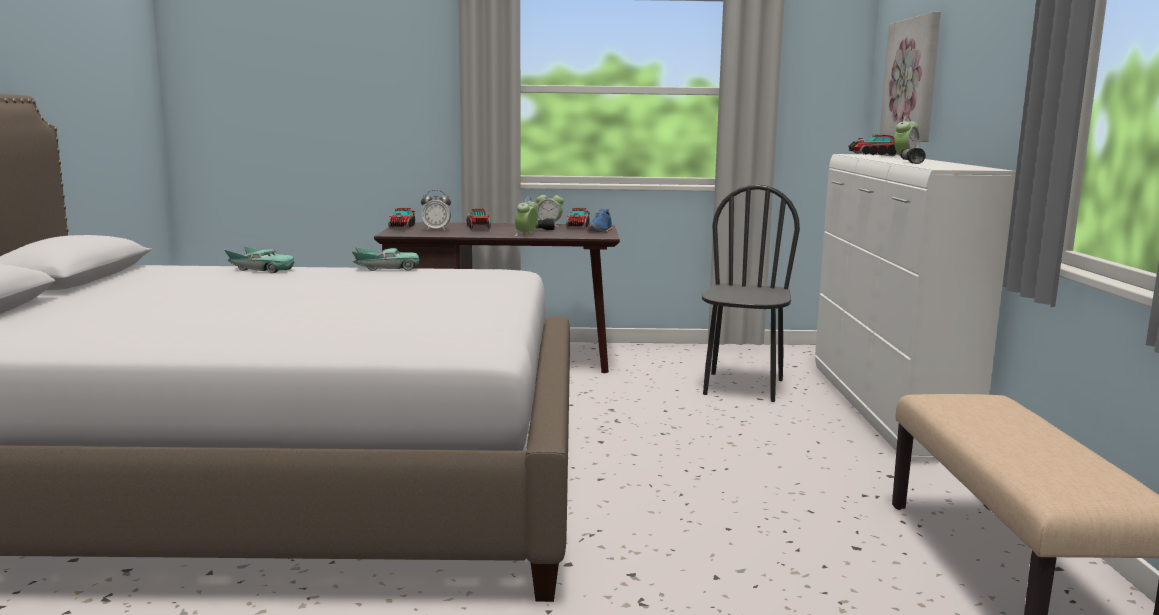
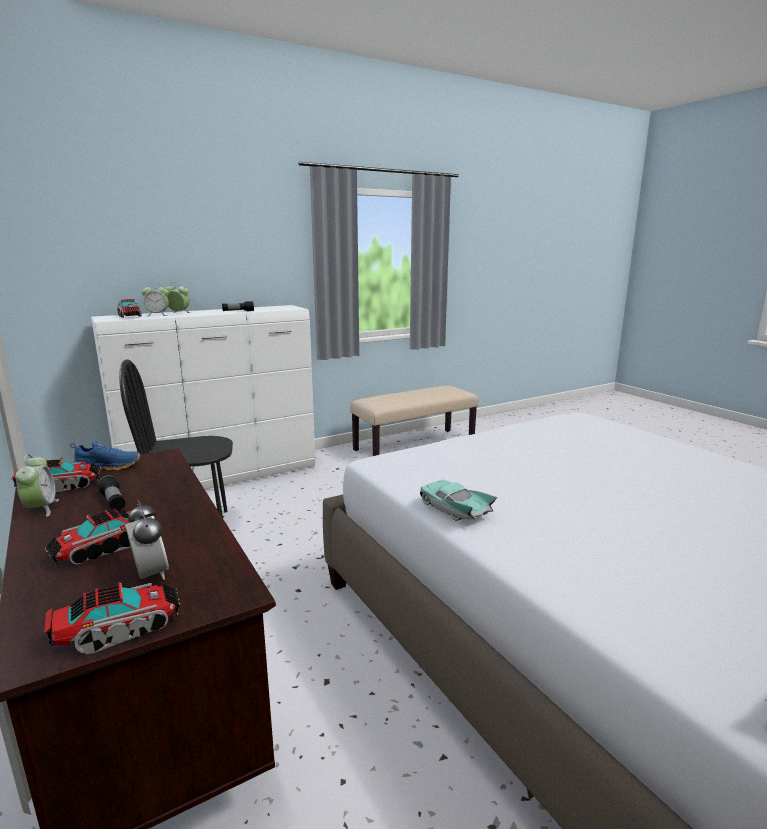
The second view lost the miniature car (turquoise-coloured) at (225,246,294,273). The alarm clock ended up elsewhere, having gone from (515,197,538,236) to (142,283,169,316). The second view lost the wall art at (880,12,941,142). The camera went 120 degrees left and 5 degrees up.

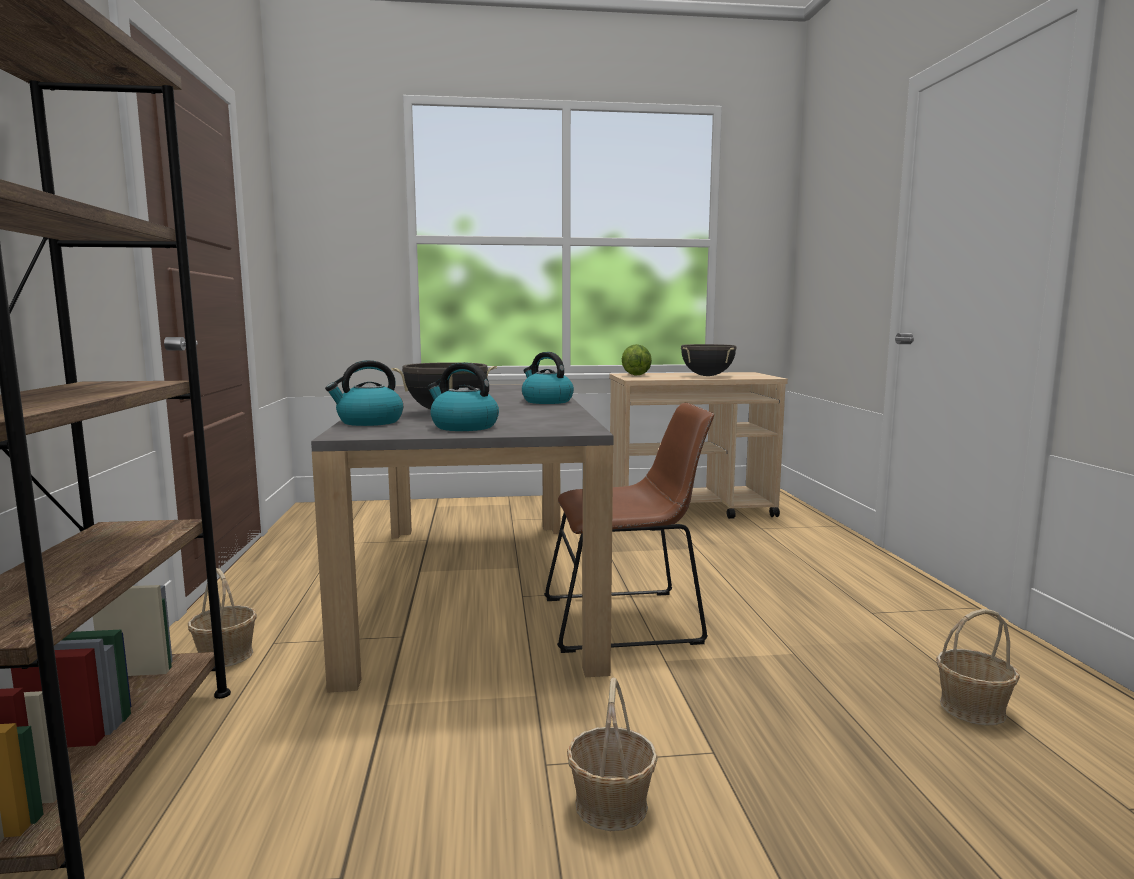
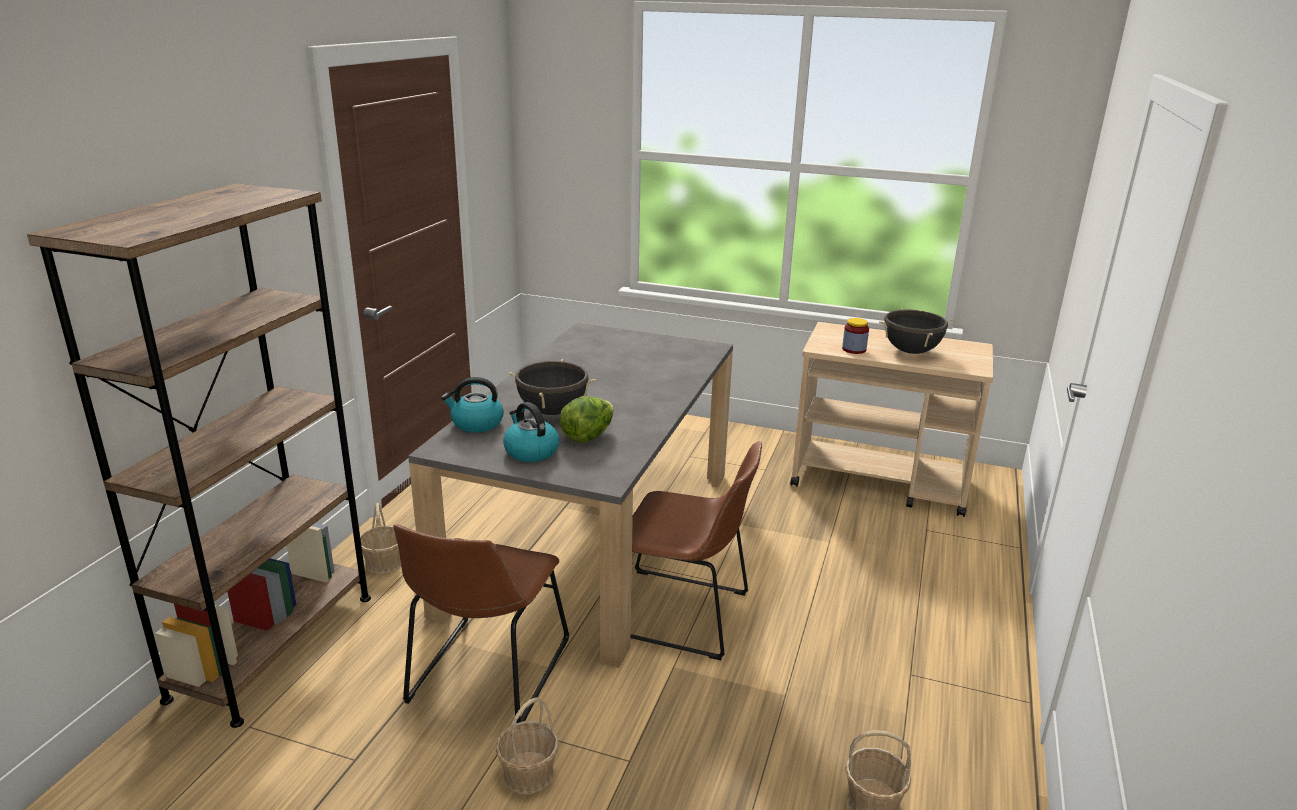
The second view lost the water kettle at (522,352,574,404). The lettuce ended up elsewhere, having gone from (622,344,652,376) to (560,396,614,443). The second view gained the chair (brown) at (393,524,569,723). The second view gained the preserve jar at (842,318,869,354). The camera went 25 degrees right and 15 degrees up.

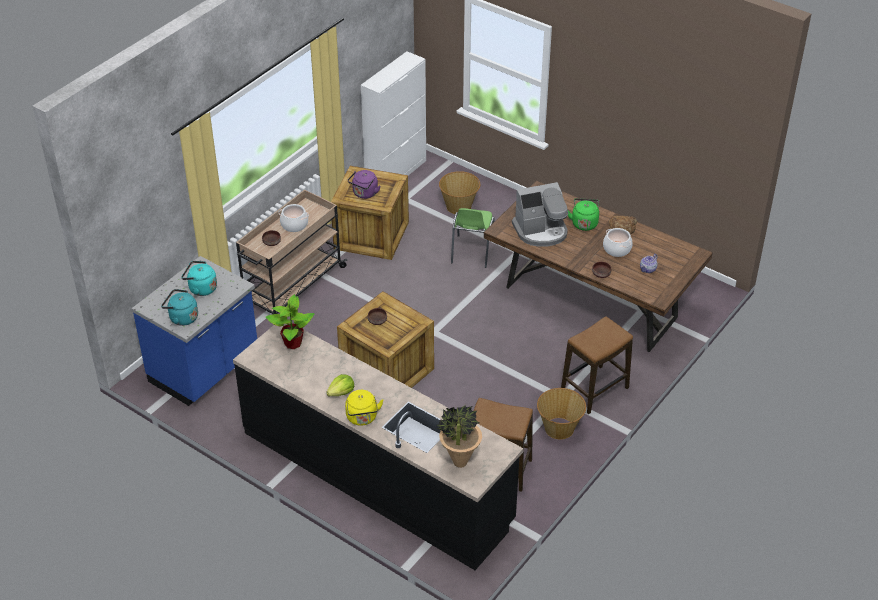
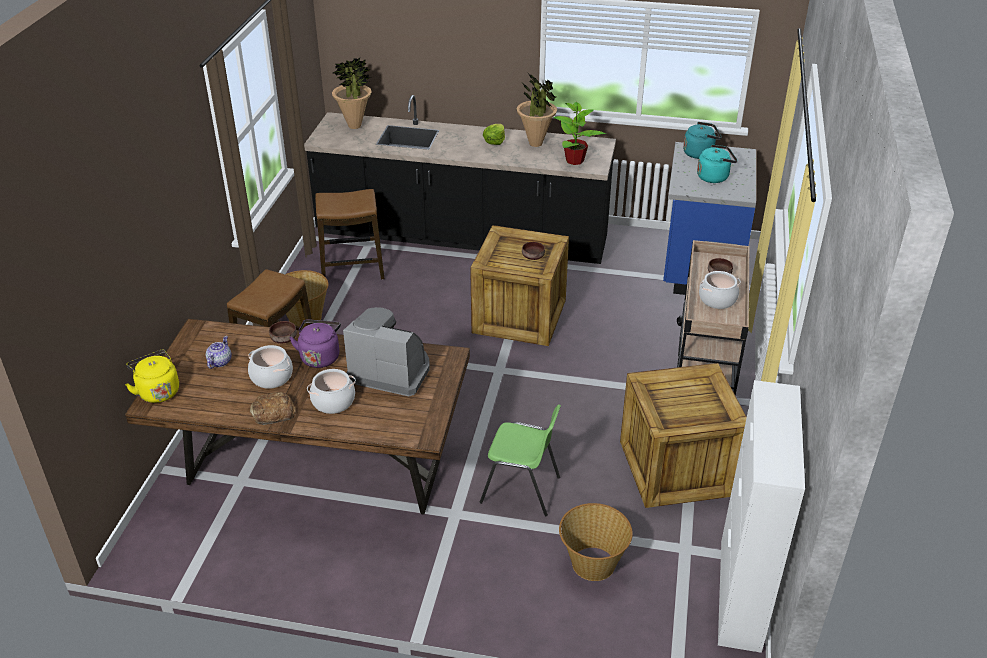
The water kettle (yellow) ended up elsewhere, having gone from (345,390,384,426) to (125,350,179,403). The water kettle (purple) ended up elsewhere, having gone from (348,170,380,199) to (289,319,341,368). The chair (green-coloured) at (451,208,495,268) ended up facing another way, 120 degrees clockwise from before. The coffee machine at (512,182,568,247) ended up facing another way, 60 degrees clockwise from before. Where the water kettle (green-coloured) stood at (568,198,599,231), the cooking pot came to stand at (307,369,356,414). The second view gained the plant in a pot at (516,73,557,147). The camera went 155 degrees right and 5 degrees down.

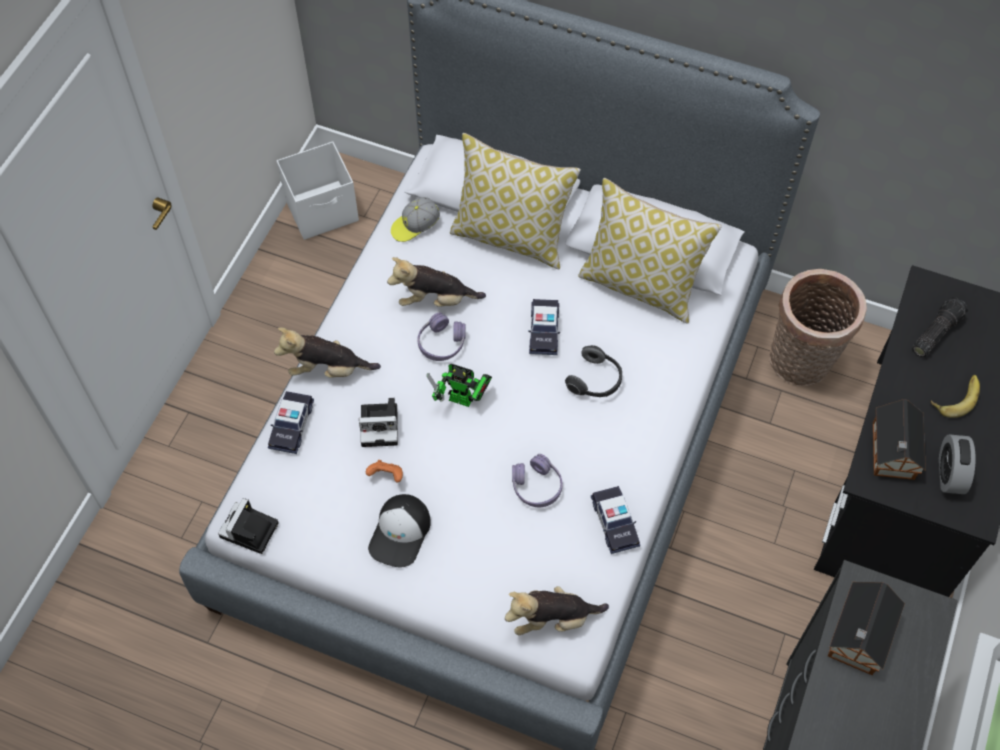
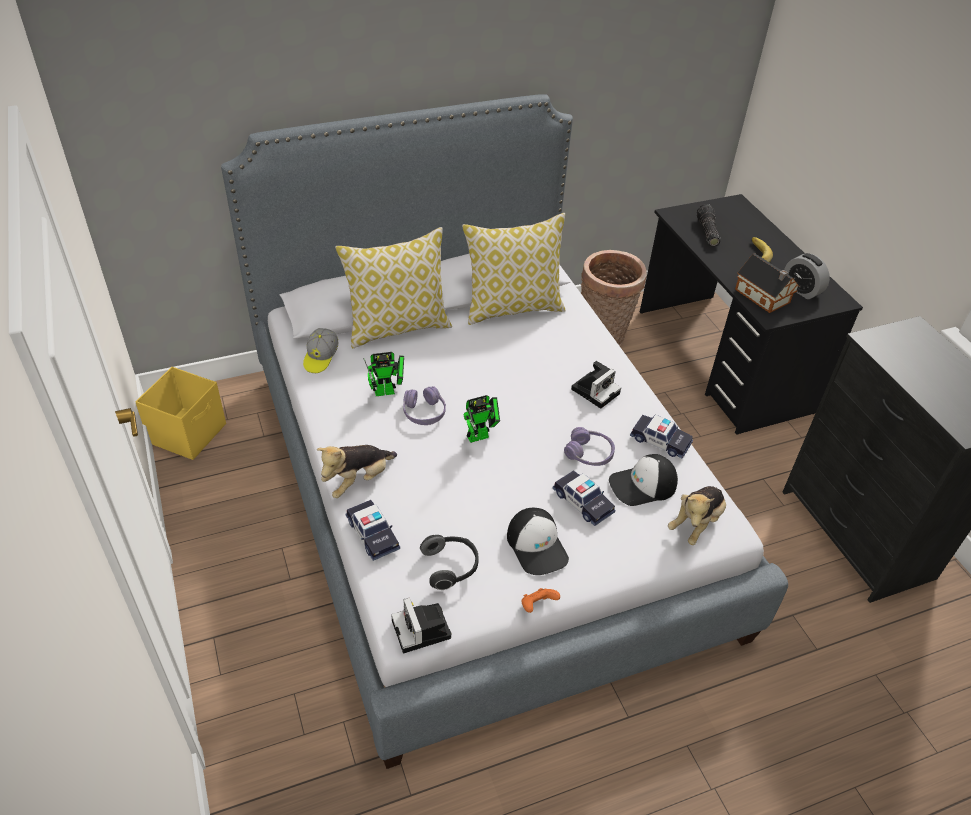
What was the storage bin (white) at (277,141,359,240) turned into the storage bin (yellow) at (135,367,226,460). The photo camera ended up elsewhere, having gone from (359,398,398,447) to (571,361,621,409). The gamepad (orange) ended up elsewhere, having gone from (366,460,403,483) to (521,588,560,613). Where the cuddly toy stood at (387,257,486,307), the toy robot came to stand at (363,352,404,396). The miniature car ended up elsewhere, having gone from (528,299,560,355) to (552,470,615,526). The headphones ended up elsewhere, having gone from (565,345,622,397) to (420,535,479,590). The second view lost the model house at (828,582,905,675). The second view gained the cap at (609,454,678,506). The camera went 45 degrees left and 15 degrees down.

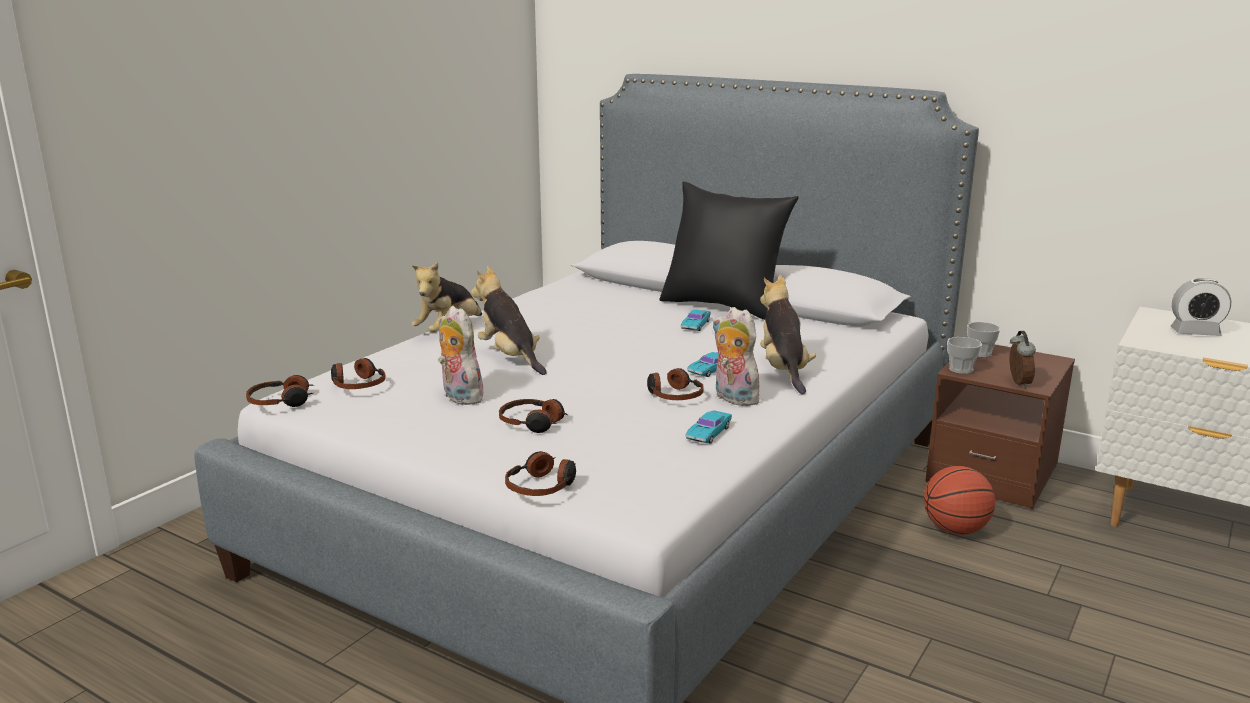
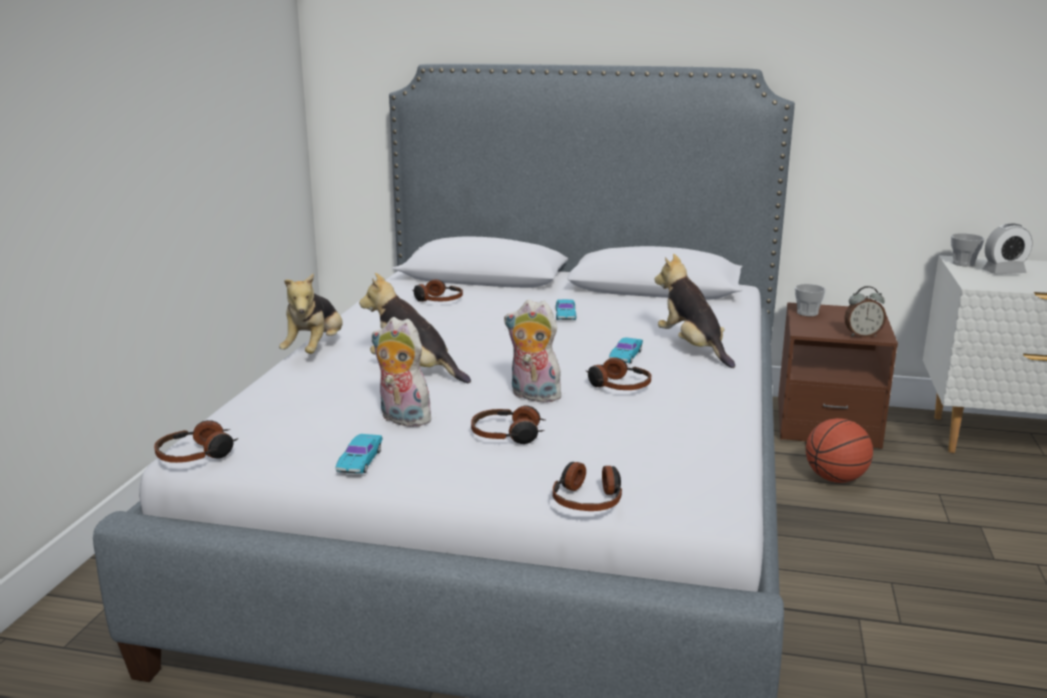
The headphones ended up elsewhere, having gone from (331,358,386,389) to (413,279,463,302). The second view lost the pillow (black) at (659,181,799,320). The miniature car (turquoise-coloured) ended up elsewhere, having gone from (686,410,732,444) to (335,434,382,474). The cuddly toy ended up elsewhere, having gone from (712,307,759,406) to (504,299,562,403). The drinking cup ended up elsewhere, having gone from (947,337,982,374) to (951,233,985,267). The alarm clock at (1010,331,1036,388) ended up facing another way, 105 degrees clockwise from before. The camera went 20 degrees left and 0 degrees up.

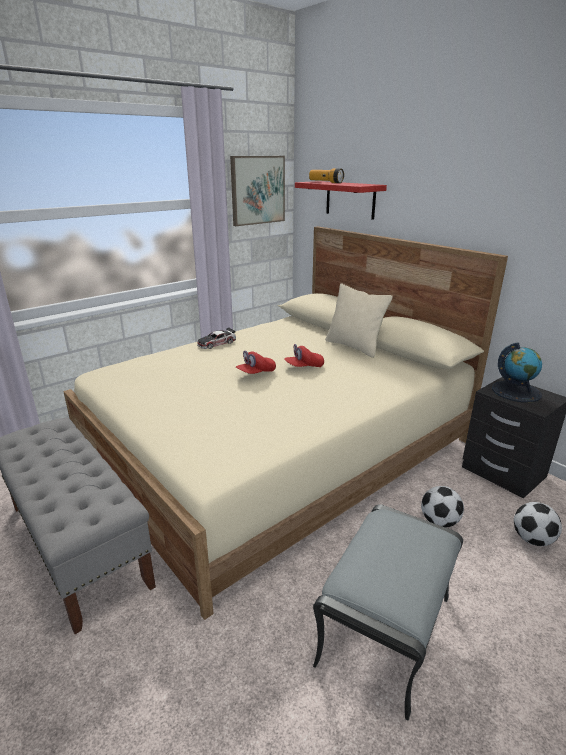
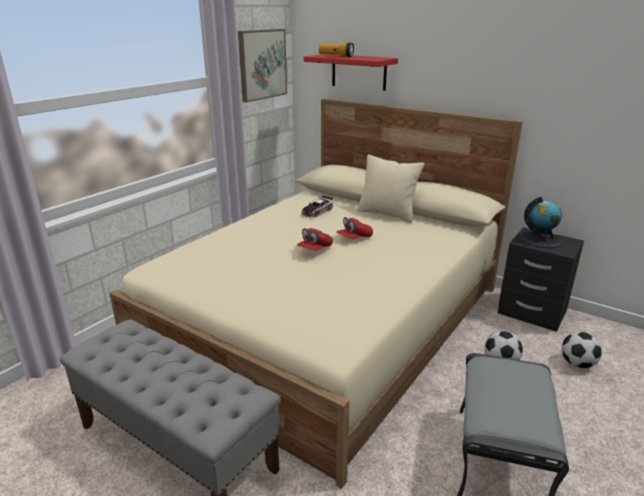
The miniature car ended up elsewhere, having gone from (197,328,236,349) to (302,196,333,218). The camera went 15 degrees left and 0 degrees up.

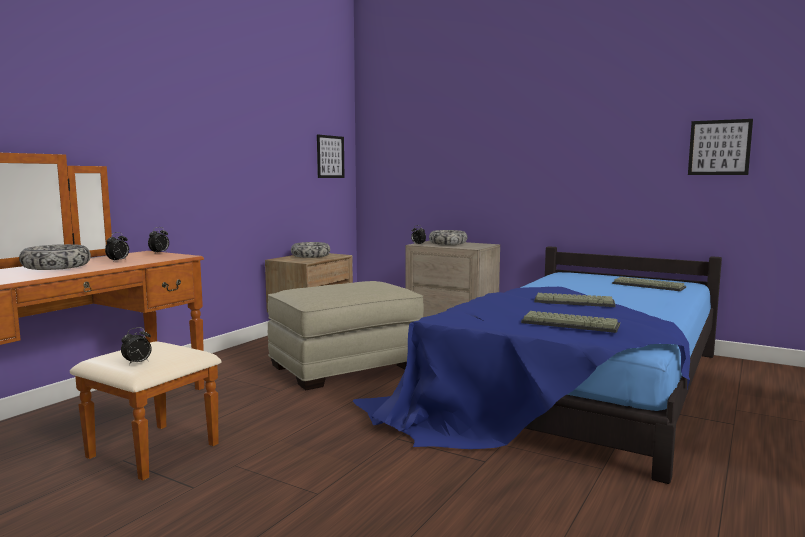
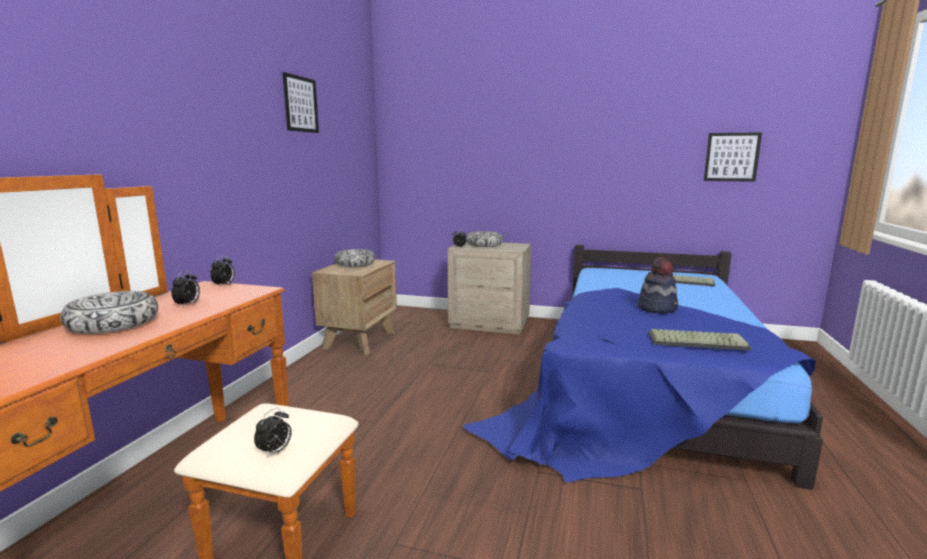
The second view lost the ottoman (beige-coloured) at (268,281,424,390). The wall art ended up elsewhere, having gone from (317,135,345,178) to (282,72,319,133). Where the computer keyboard stood at (534,293,615,307), the wearable hat came to stand at (638,257,678,314). The camera went 15 degrees left and 5 degrees up.

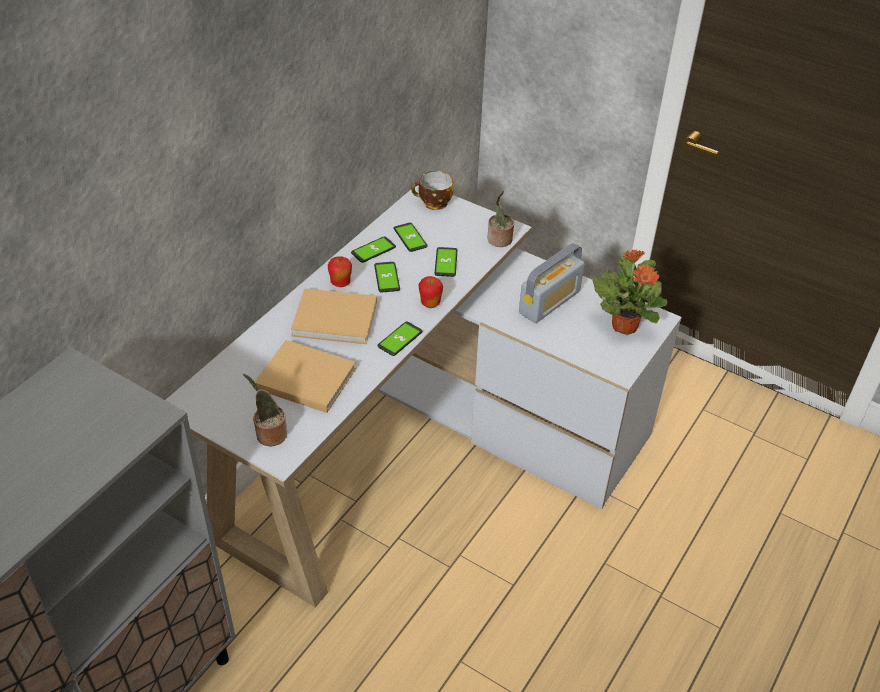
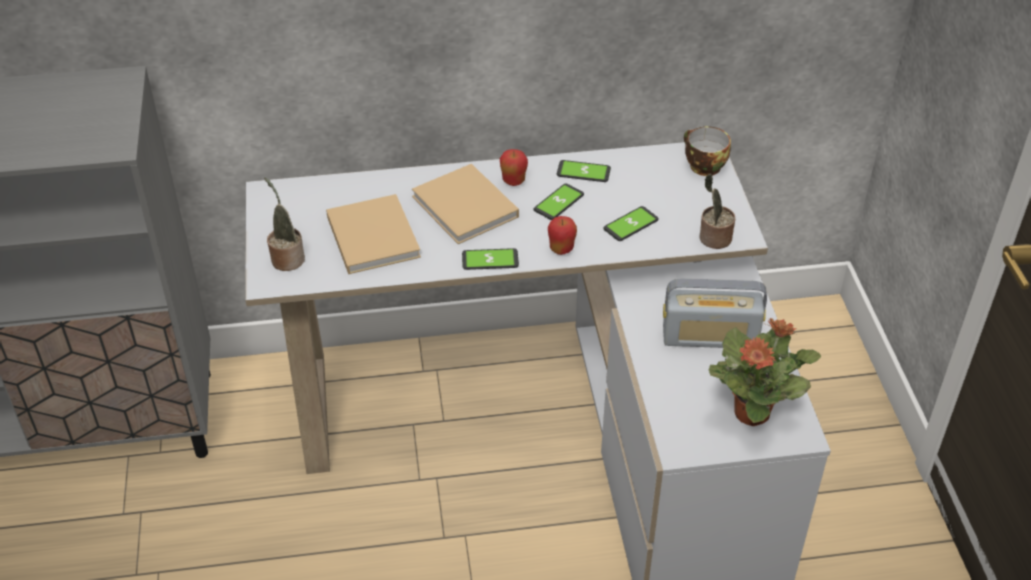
The second view lost the handset at (394,223,428,252). The camera went 50 degrees right and 0 degrees up.

